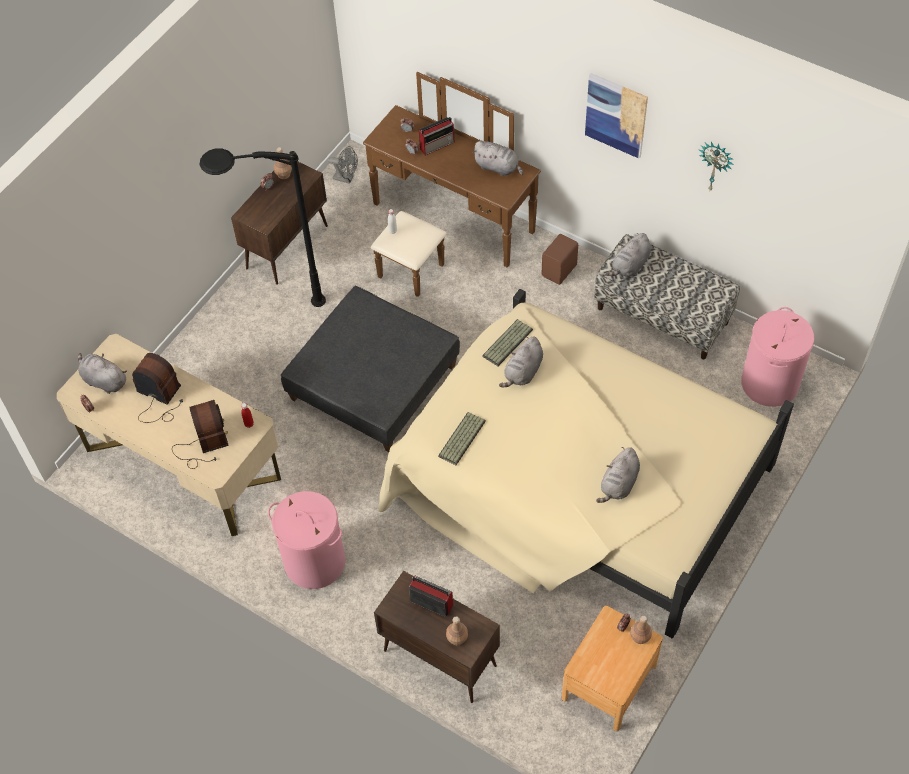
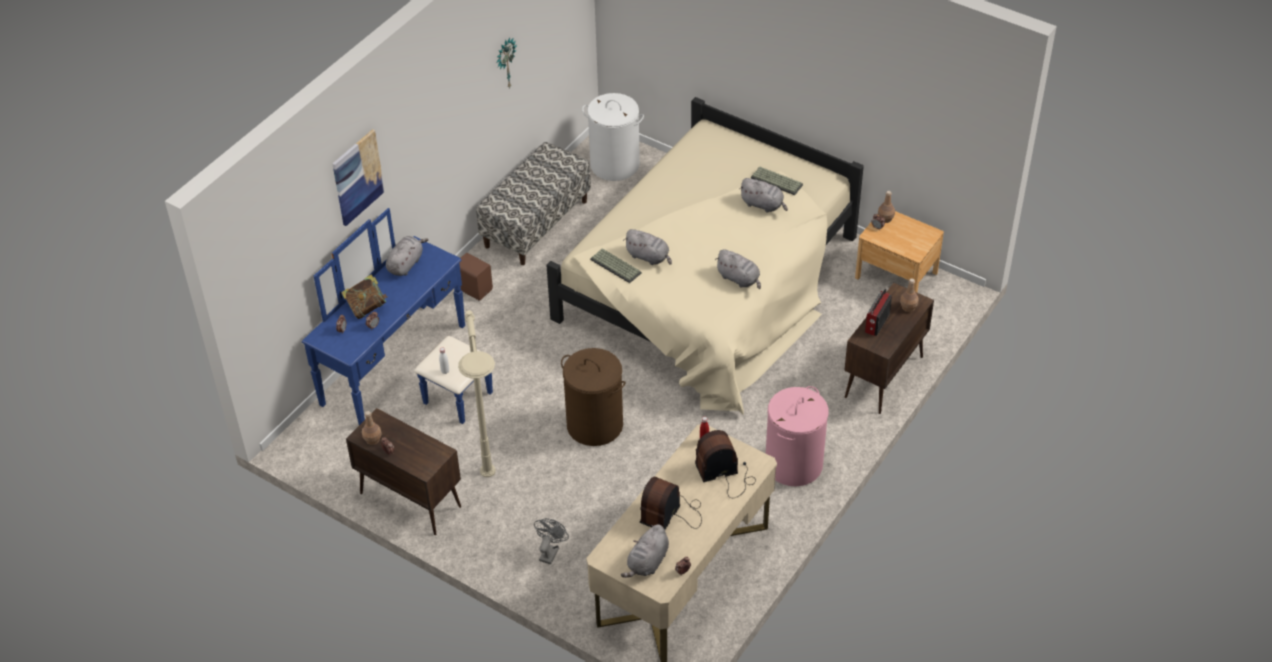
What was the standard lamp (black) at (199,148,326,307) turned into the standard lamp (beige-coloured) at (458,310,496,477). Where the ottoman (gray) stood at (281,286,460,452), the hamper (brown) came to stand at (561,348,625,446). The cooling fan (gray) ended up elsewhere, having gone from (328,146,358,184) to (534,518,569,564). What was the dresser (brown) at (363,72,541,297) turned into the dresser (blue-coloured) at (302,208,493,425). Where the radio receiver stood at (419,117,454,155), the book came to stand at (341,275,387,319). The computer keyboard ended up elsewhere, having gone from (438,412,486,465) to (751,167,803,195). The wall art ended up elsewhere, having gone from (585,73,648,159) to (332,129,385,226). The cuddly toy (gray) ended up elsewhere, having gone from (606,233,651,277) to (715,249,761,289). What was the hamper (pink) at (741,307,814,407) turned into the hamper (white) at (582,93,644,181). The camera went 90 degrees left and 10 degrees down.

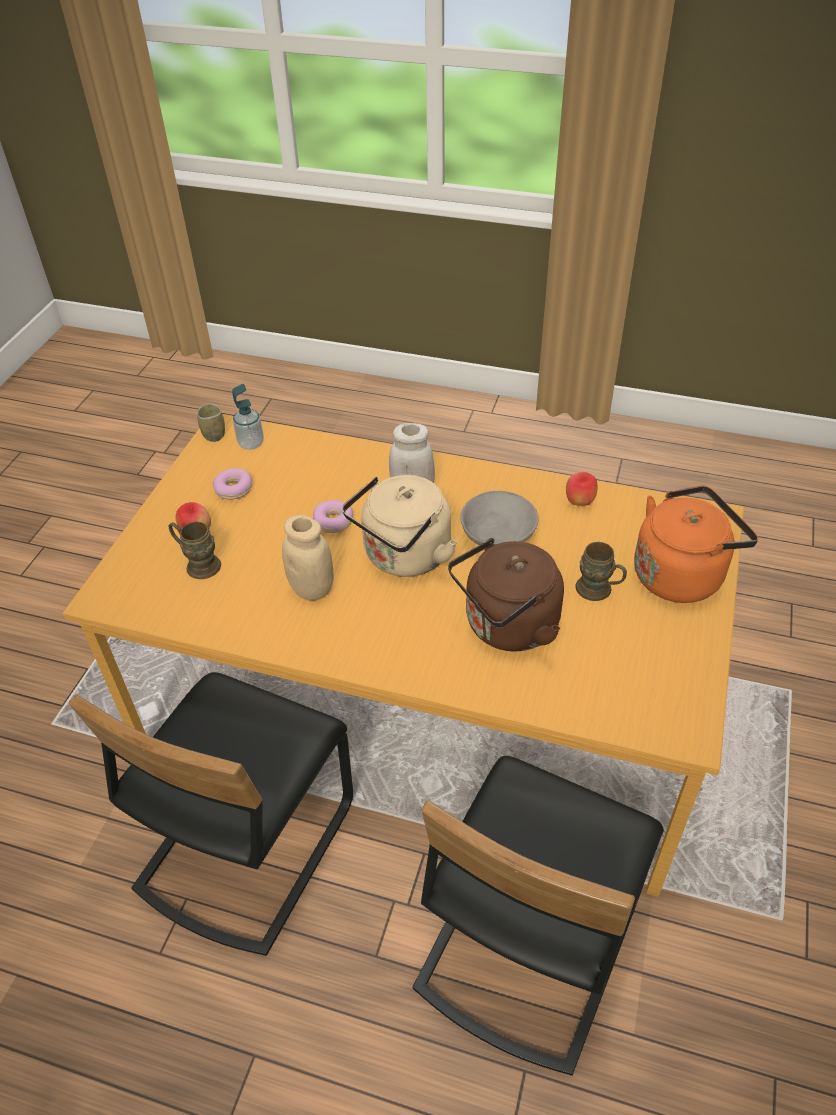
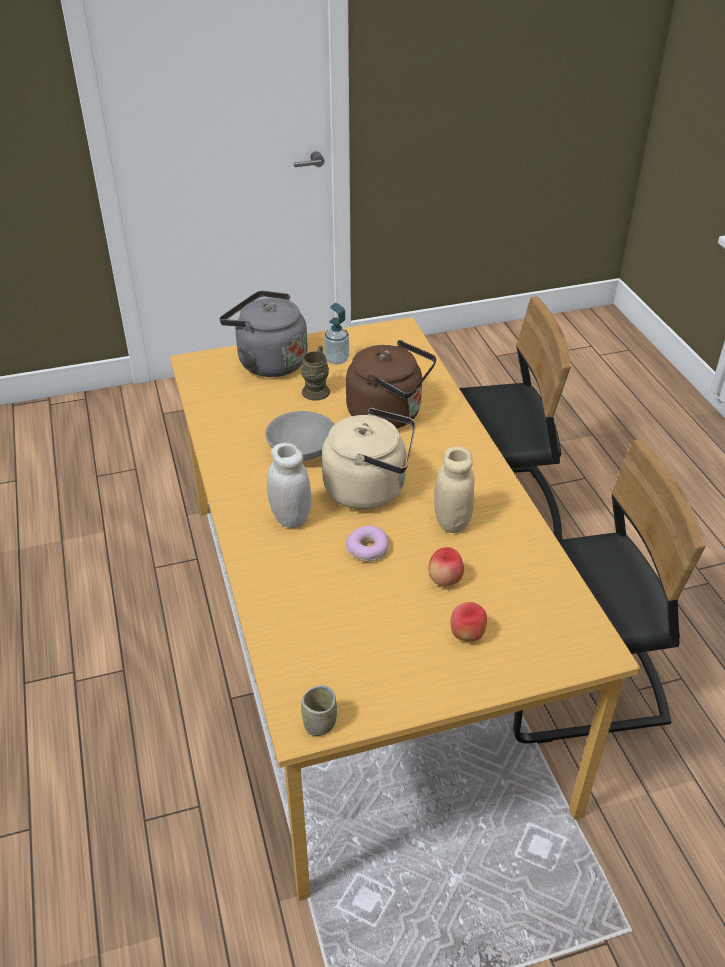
The second view lost the tea mug (brown) at (169,522,221,579). The second view lost the donut at (213,468,253,500). The soap dispenser ended up elsewhere, having gone from (232,384,264,450) to (324,303,349,365). The whole apple ended up elsewhere, having gone from (566,472,597,506) to (428,547,464,586). What was the water kettle (orange) at (634,486,758,603) turned into the water kettle (gray) at (220,291,308,377). The camera went 125 degrees left and 5 degrees down.

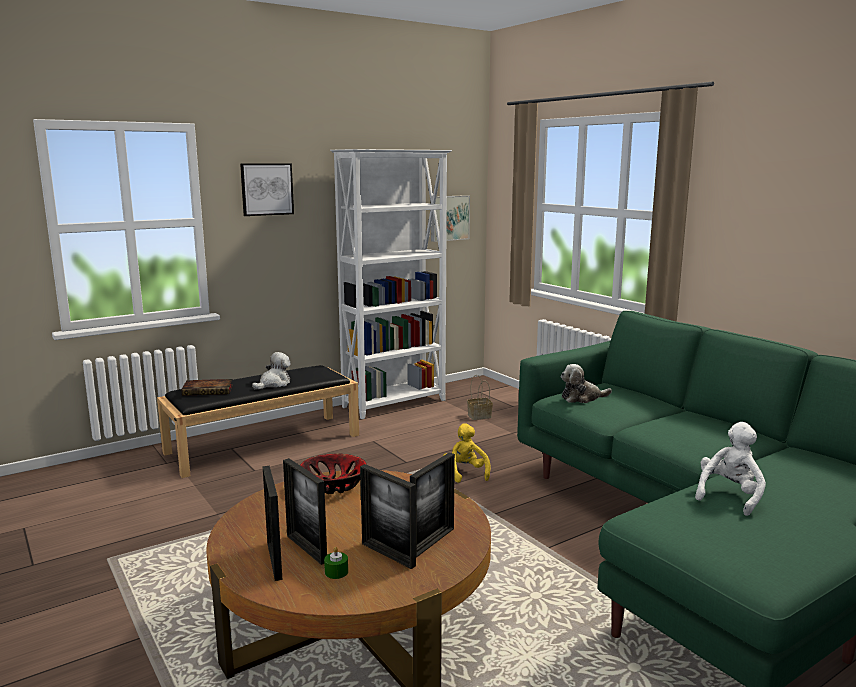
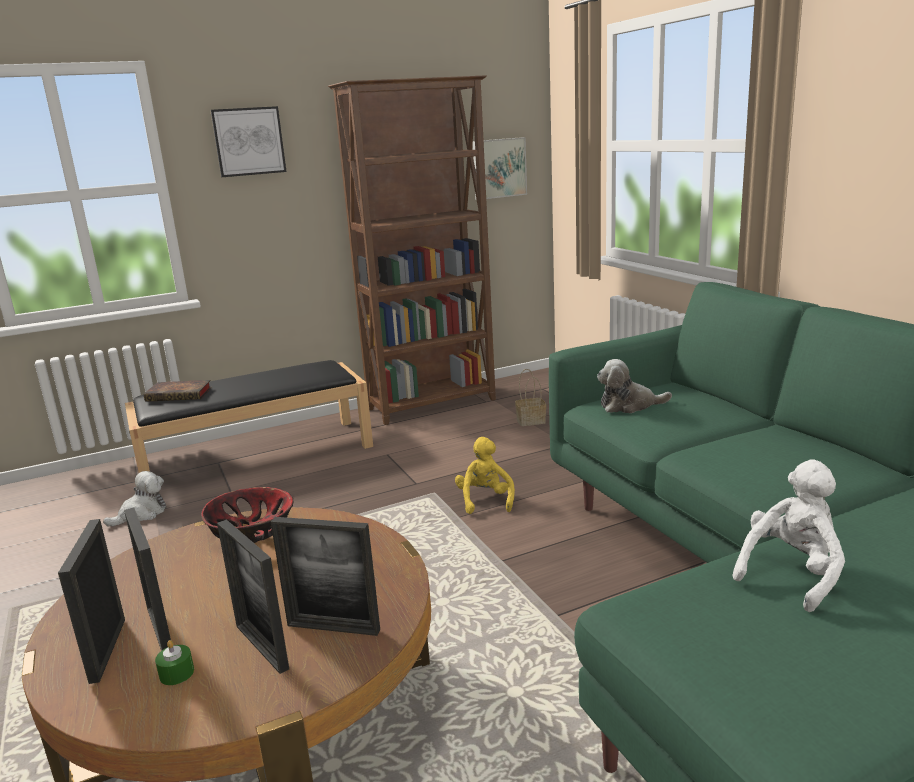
The cuddly toy ended up elsewhere, having gone from (252,352,290,389) to (103,471,167,527). What was the shelving unit (white) at (330,149,452,419) turned into the shelving unit (brown) at (328,75,496,425). The standing frame at (410,453,455,558) ended up facing another way, 60 degrees clockwise from before. The camera went 10 degrees right and 5 degrees up.

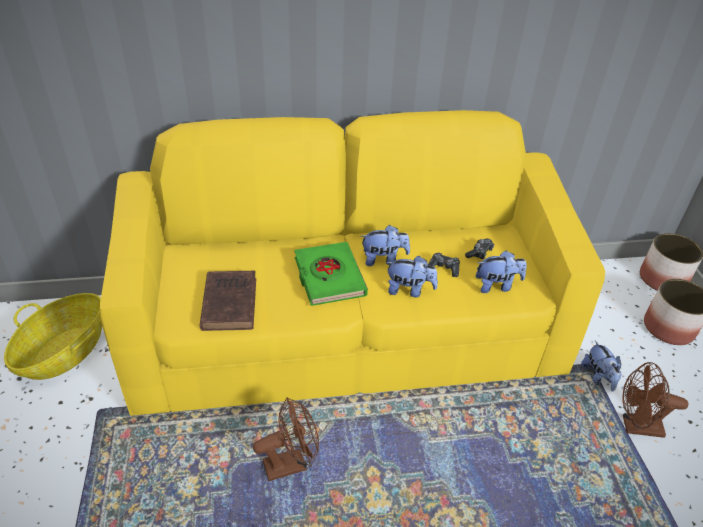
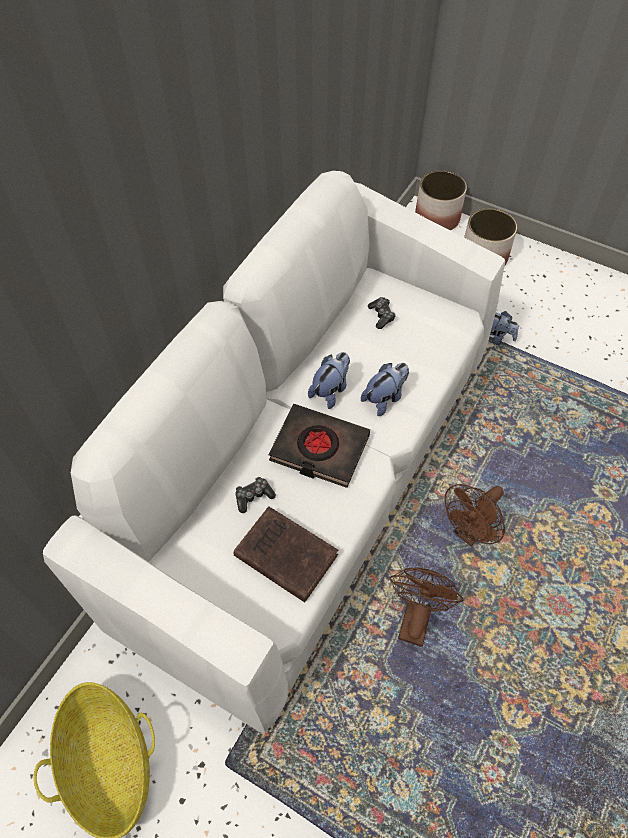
What was the sofa (yellow) at (100,110,605,416) turned into the sofa (white) at (43,171,505,733). What was the book (green-coloured) at (294,242,368,306) turned into the book (black) at (269,404,370,488). The gamepad ended up elsewhere, having gone from (427,253,460,277) to (235,477,276,513). The second view lost the cuddly toy at (476,251,527,293). The cooling fan (brown) ended up elsewhere, having gone from (623,362,688,438) to (445,484,505,546). The camera went 50 degrees left and 15 degrees up.

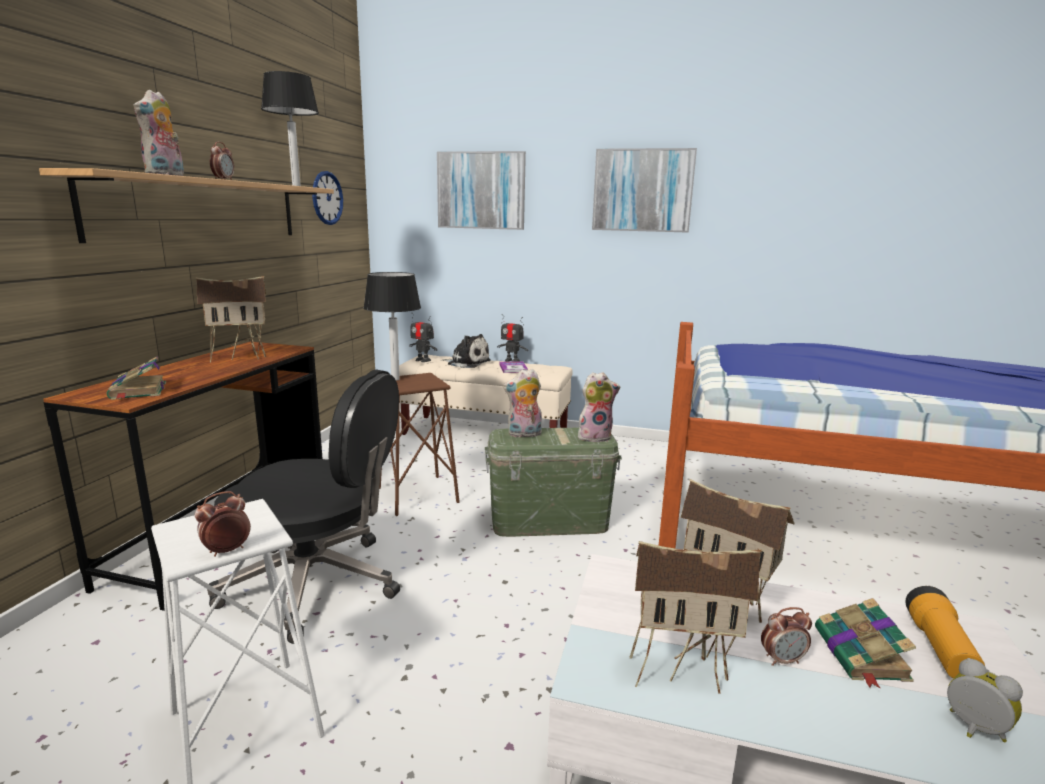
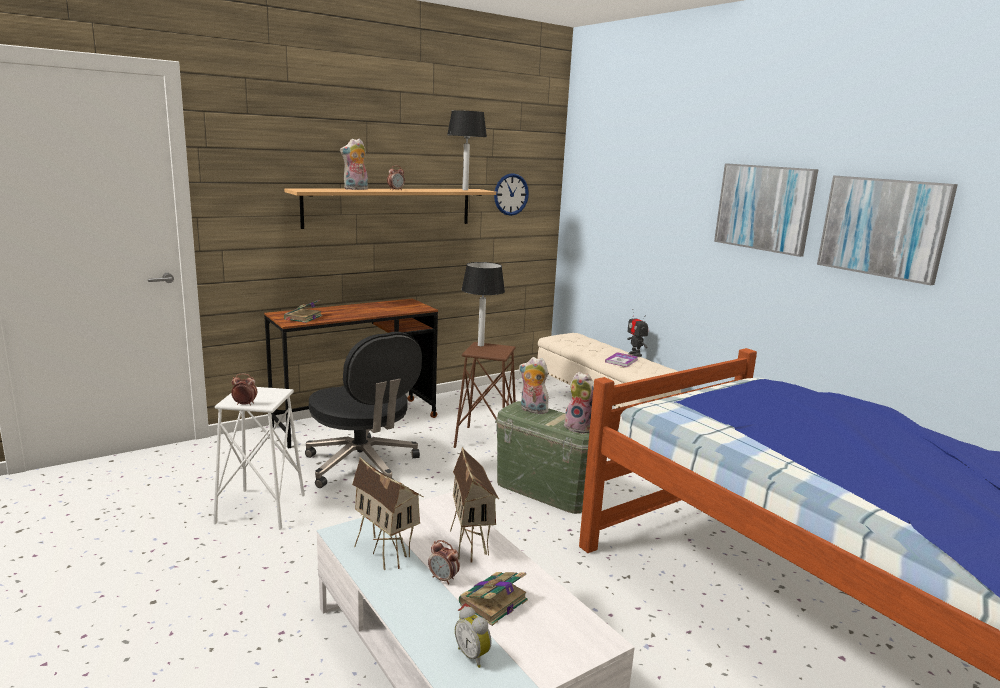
The second view lost the model house at (196,276,266,363). The second view lost the toy robot at (409,316,438,362). The wall art ended up elsewhere, having gone from (437,151,526,230) to (817,176,958,285). The second view lost the cuddly toy at (441,334,491,368). The second view lost the torch at (905,586,985,678). The alarm clock at (947,658,1023,742) ended up facing another way, 135 degrees clockwise from before. The camera went 40 degrees right and 0 degrees up.

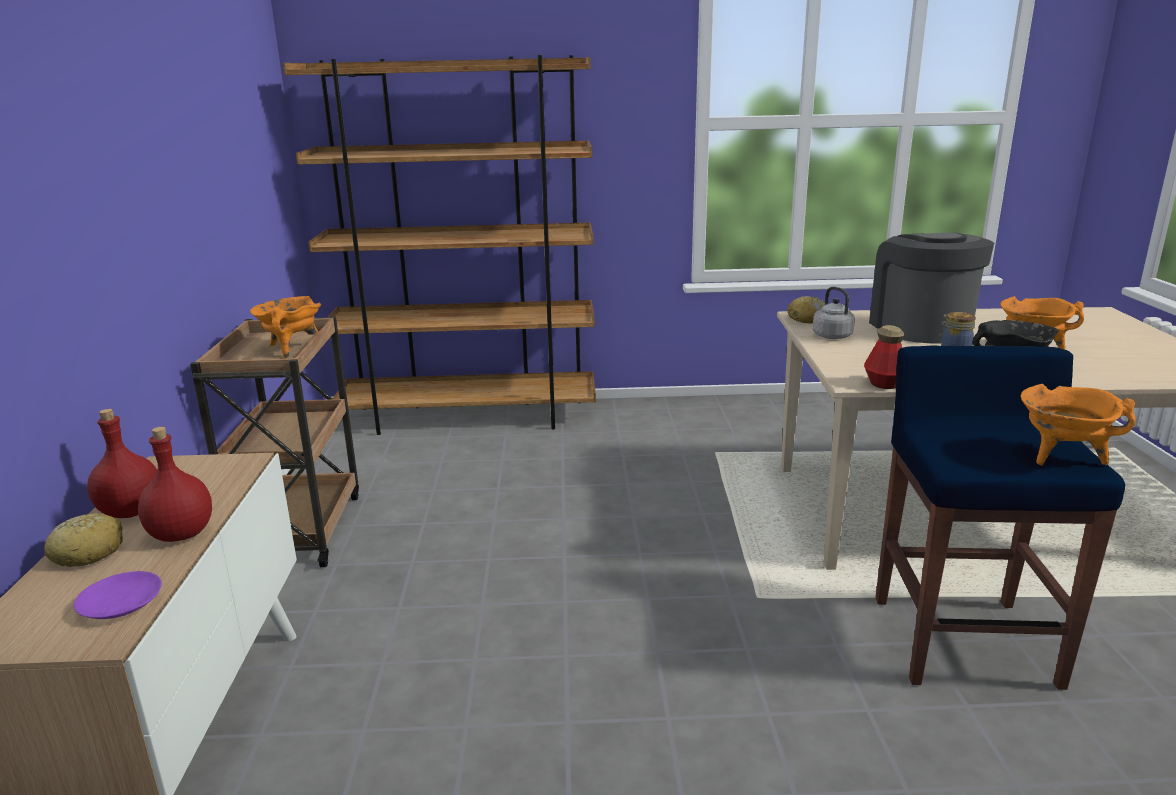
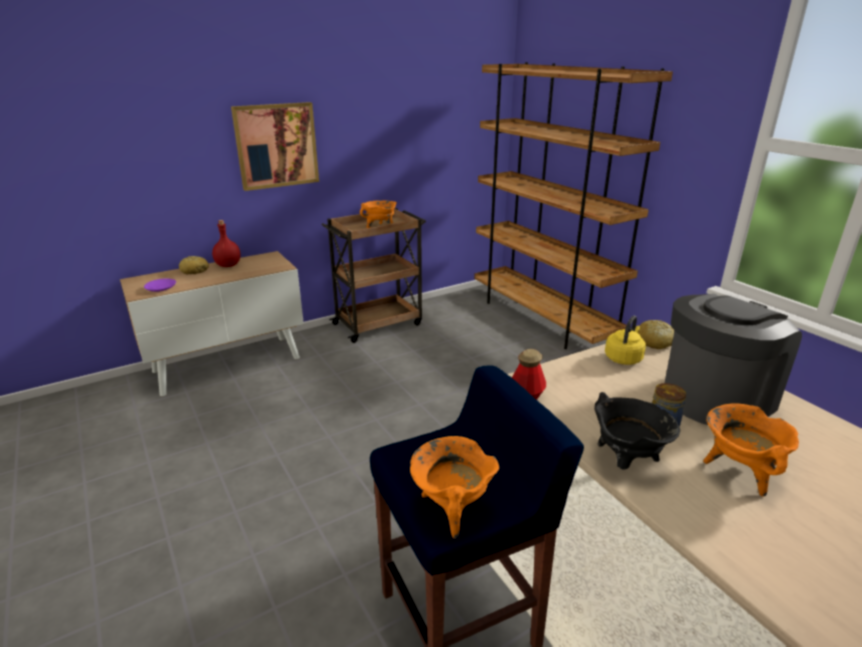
The second view lost the drink bottle (reddish) at (138,427,212,542). What was the water kettle (gray) at (812,286,855,339) turned into the water kettle (yellow) at (605,316,646,365). The second view gained the wall art at (231,102,319,191). The camera went 60 degrees right and 5 degrees up.

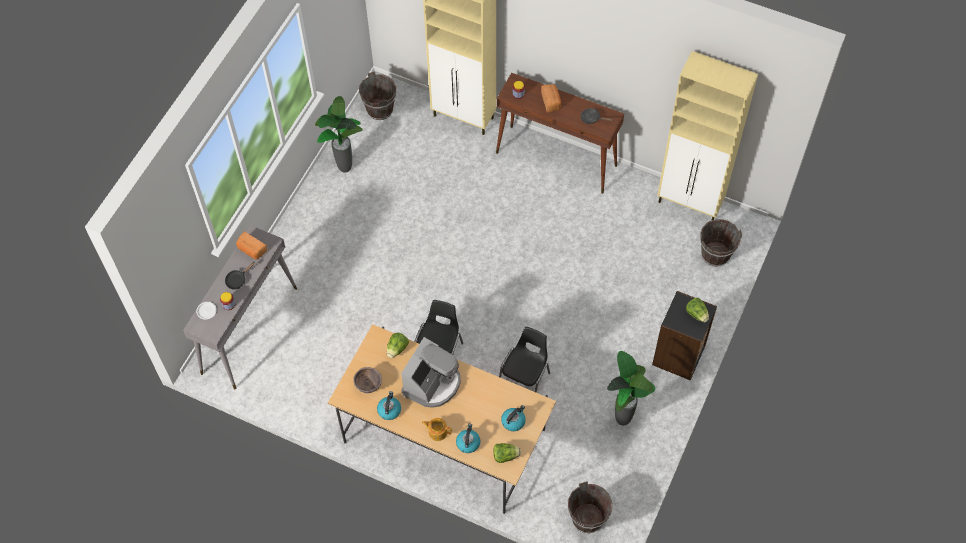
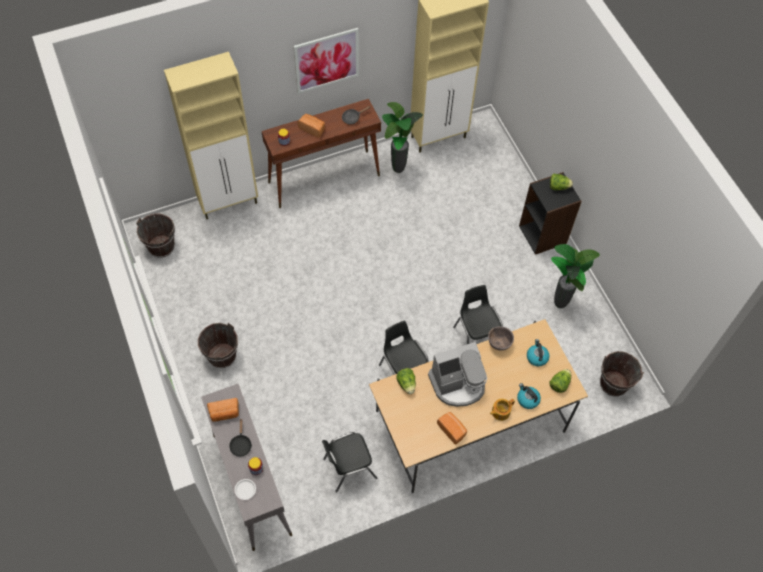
The plant in a pot ended up elsewhere, having gone from (315,96,363,173) to (382,102,423,173). The deep dish (brown) ended up elsewhere, having gone from (353,367,382,393) to (488,326,514,351). Where the water kettle stood at (377,391,401,420), the bread came to stand at (437,412,467,445). The coffee machine at (401,337,461,408) ended up facing another way, 90 degrees clockwise from before. The pail (brown) ended up elsewhere, having gone from (700,219,742,267) to (198,323,238,368). The second view gained the wall art at (294,28,359,94). The second view gained the chair (black) at (322,432,377,492). The camera went 50 degrees left and 0 degrees up.

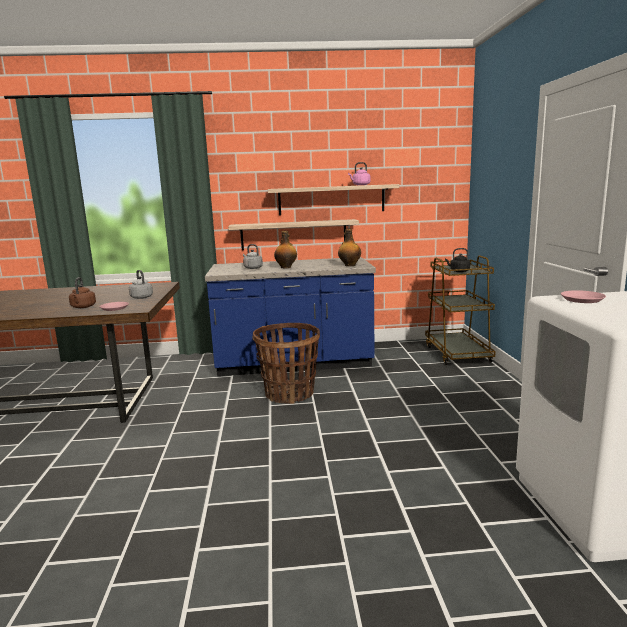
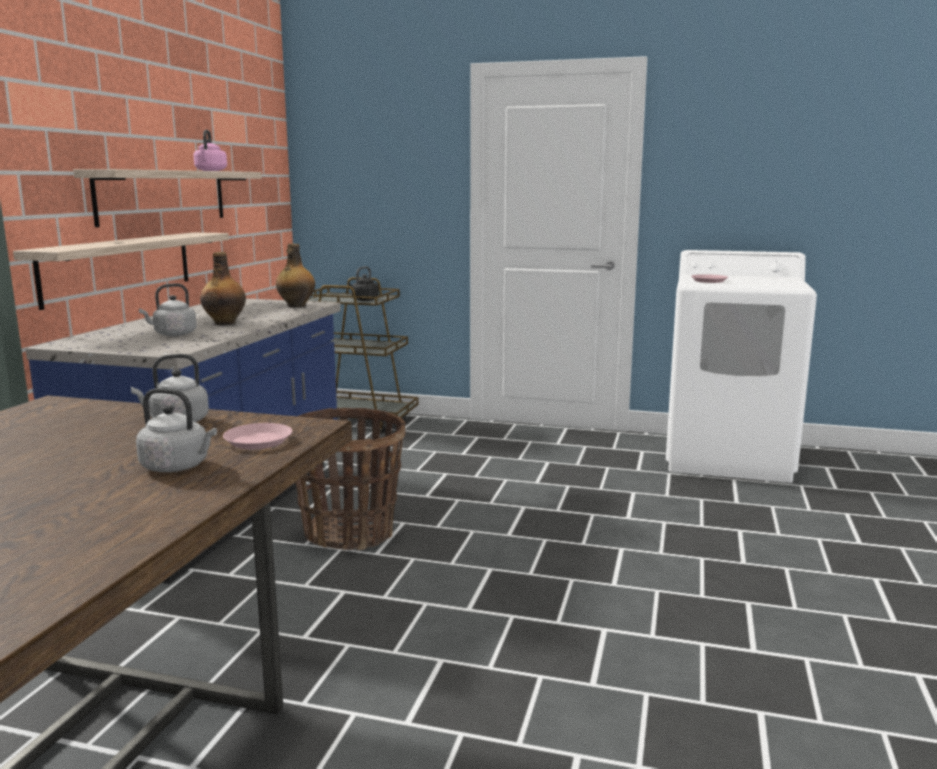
What was the water kettle (brown) at (69,277,96,308) turned into the water kettle (gray) at (136,388,217,472). The camera went 70 degrees left and 0 degrees up.

